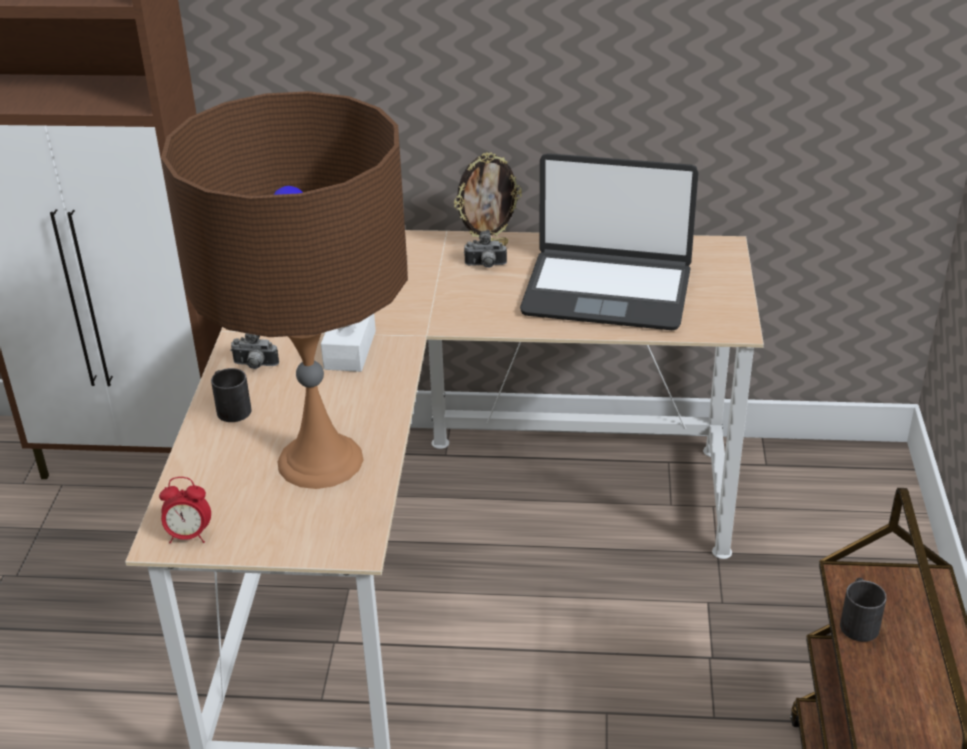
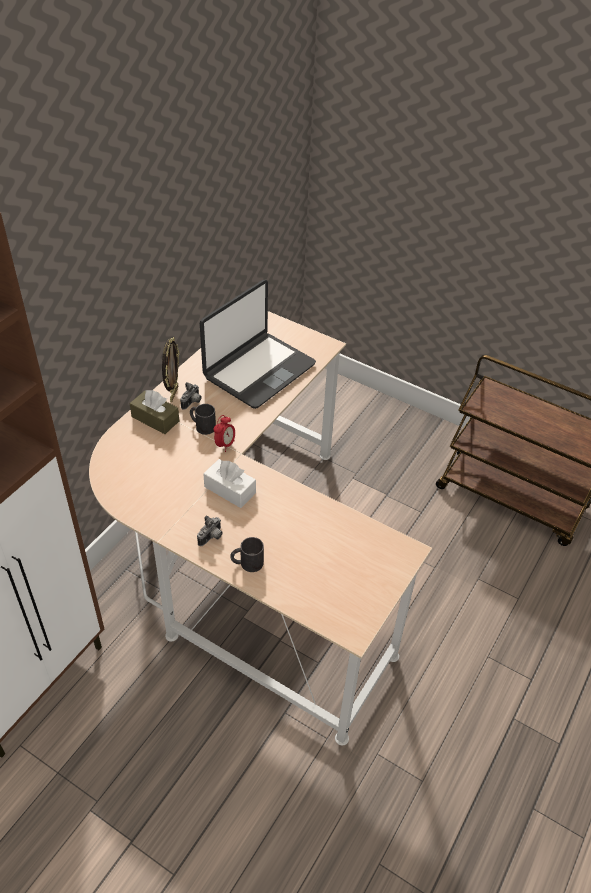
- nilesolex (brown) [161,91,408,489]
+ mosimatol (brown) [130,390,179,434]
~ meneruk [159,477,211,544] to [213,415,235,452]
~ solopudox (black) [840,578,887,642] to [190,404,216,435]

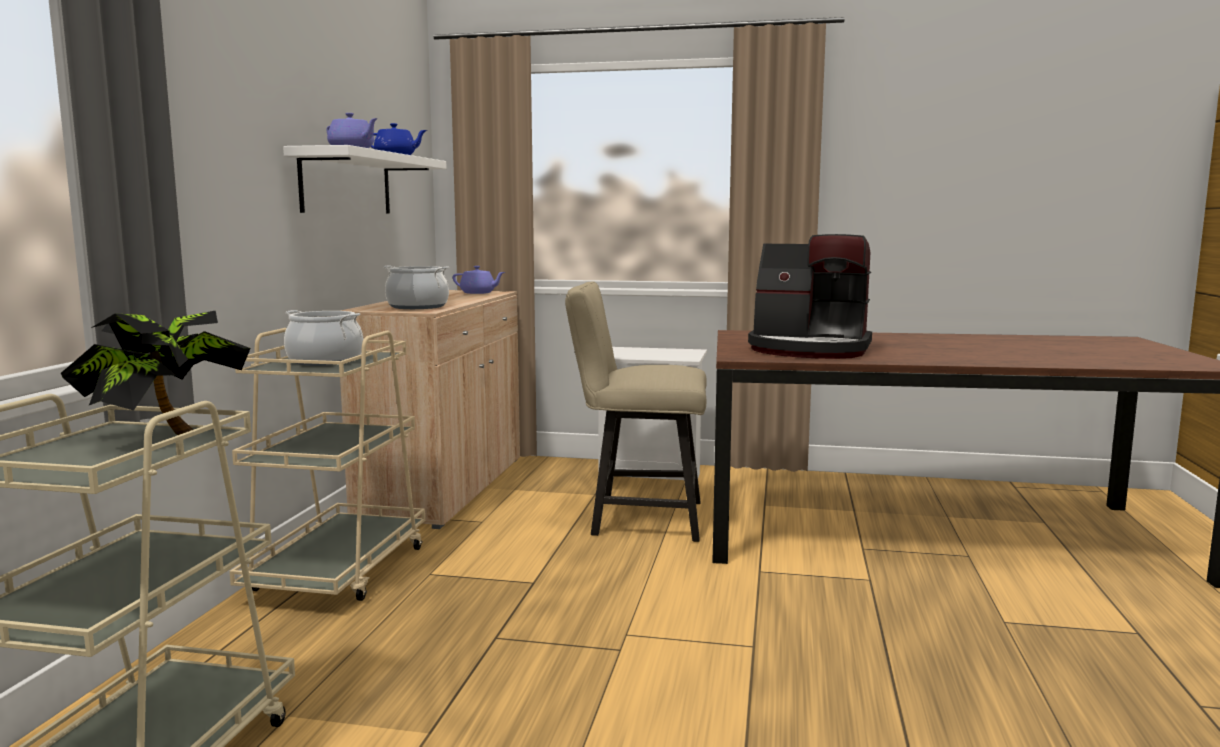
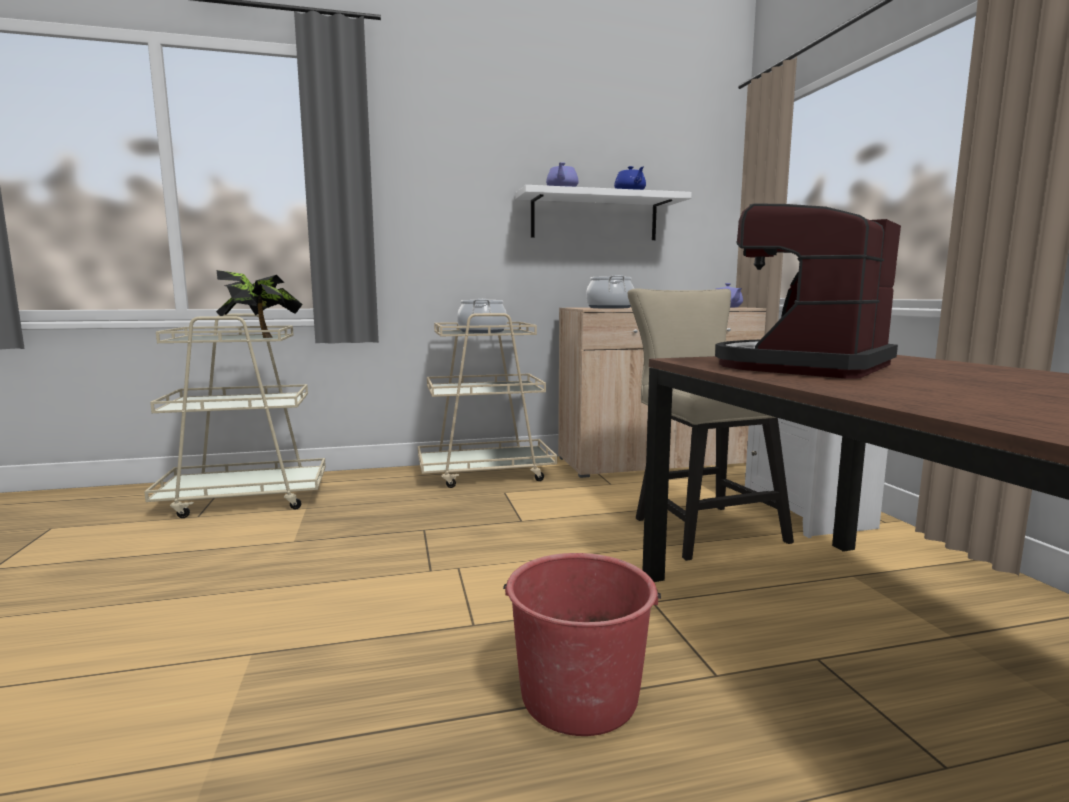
+ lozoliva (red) [503,553,661,736]
~ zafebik [748,234,872,359] = [715,204,901,379] 45 degrees clockwise

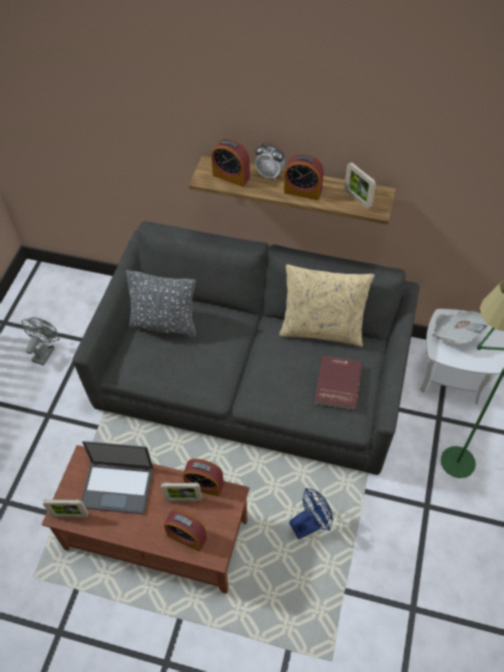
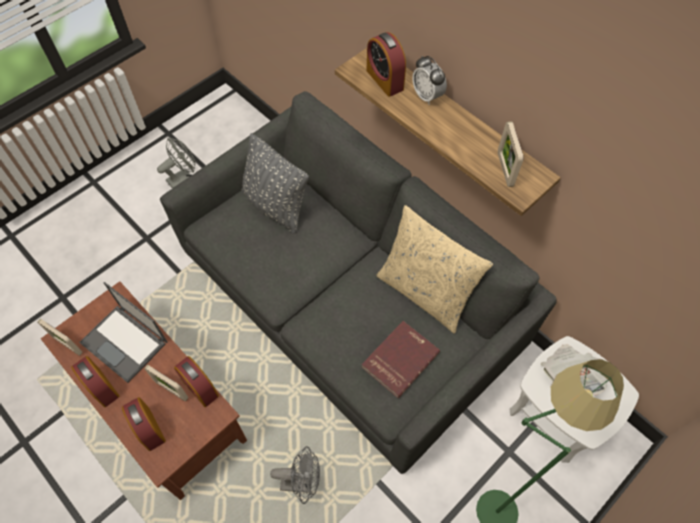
~ meneruk [284,153,324,200] to [72,356,119,407]
~ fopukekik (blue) [289,488,333,539] to fopukekik (grey) [270,446,320,504]

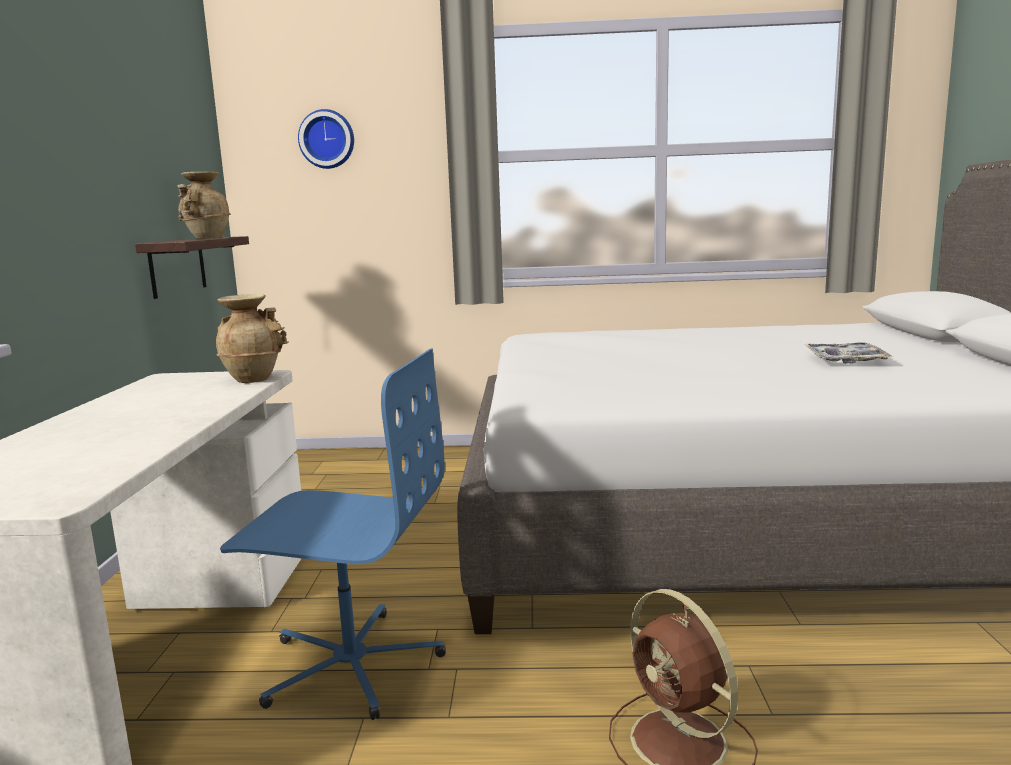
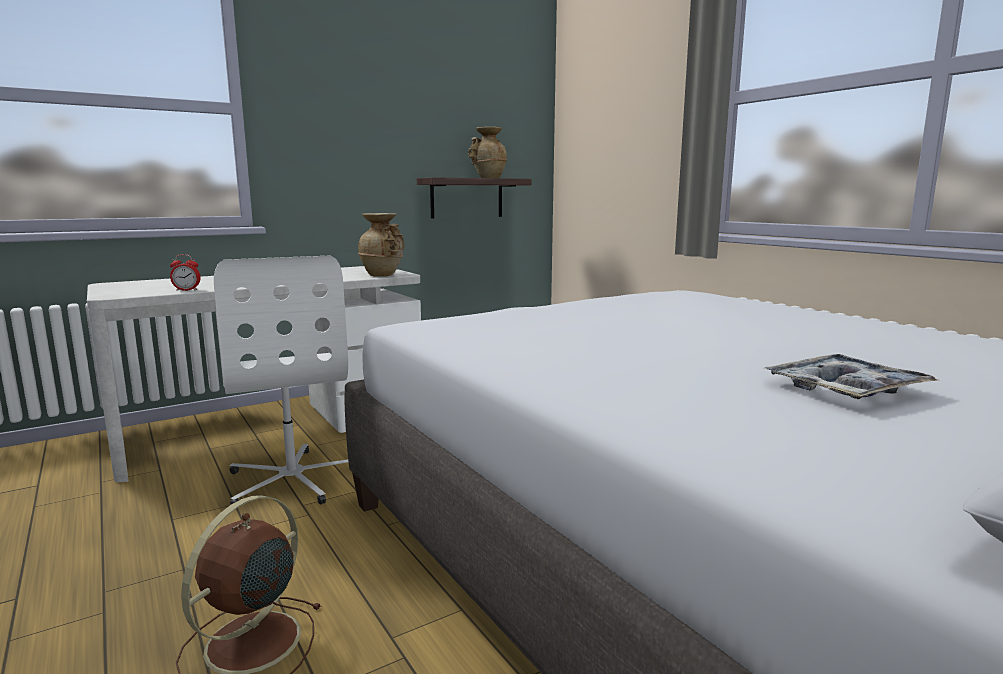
- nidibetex [298,109,354,169]
+ meneruk [170,254,201,291]
~ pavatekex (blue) [220,349,446,720] to pavatekex (white) [214,255,348,505]

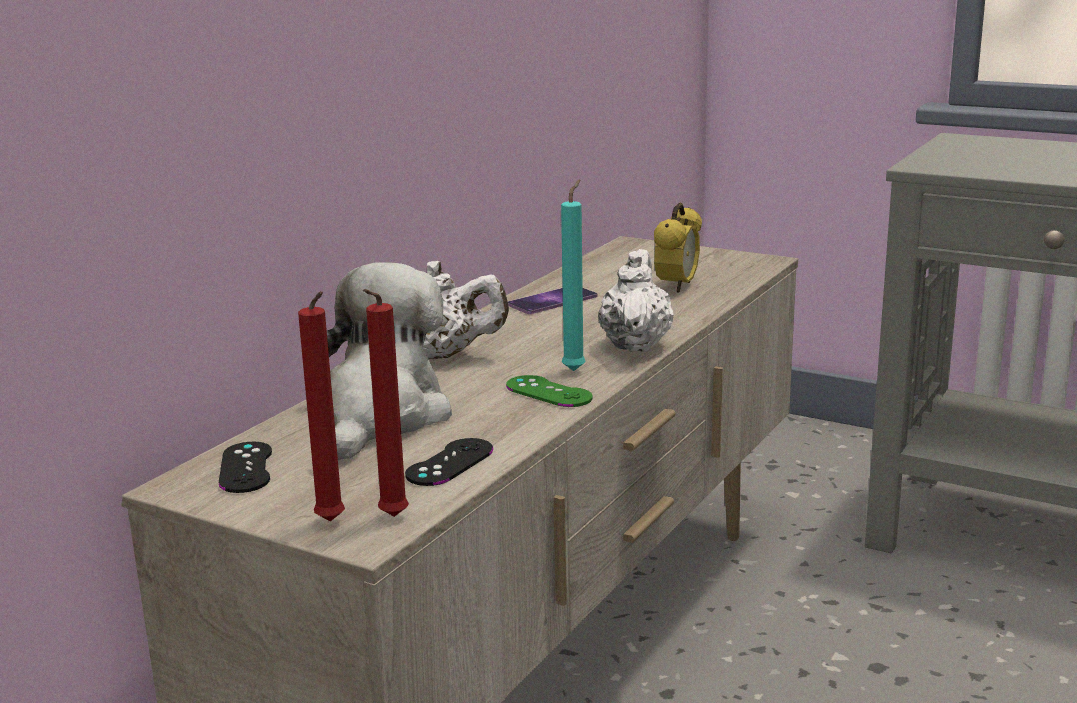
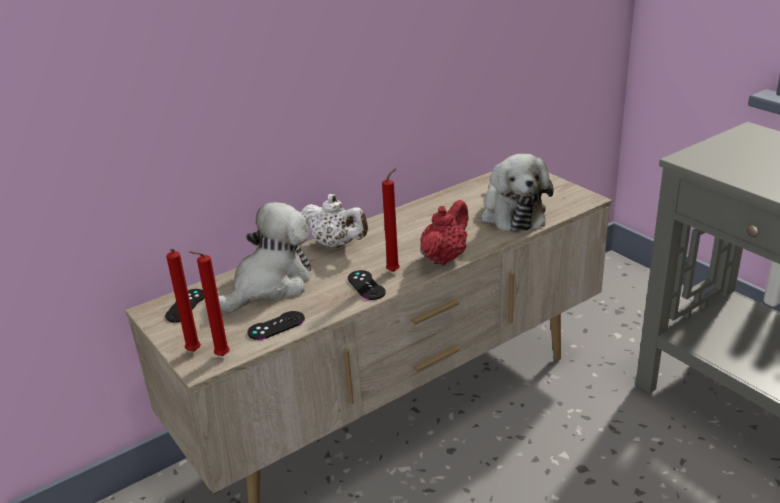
- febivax [508,288,598,314]
~ meneruk [654,203,702,293] to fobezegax [481,154,553,232]
~ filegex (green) [506,375,593,407] to filegex (black) [348,270,386,300]
~ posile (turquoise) [561,179,586,371] to posile (red) [382,168,400,272]
~ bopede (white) [598,249,674,352] to bopede (red) [420,200,468,265]

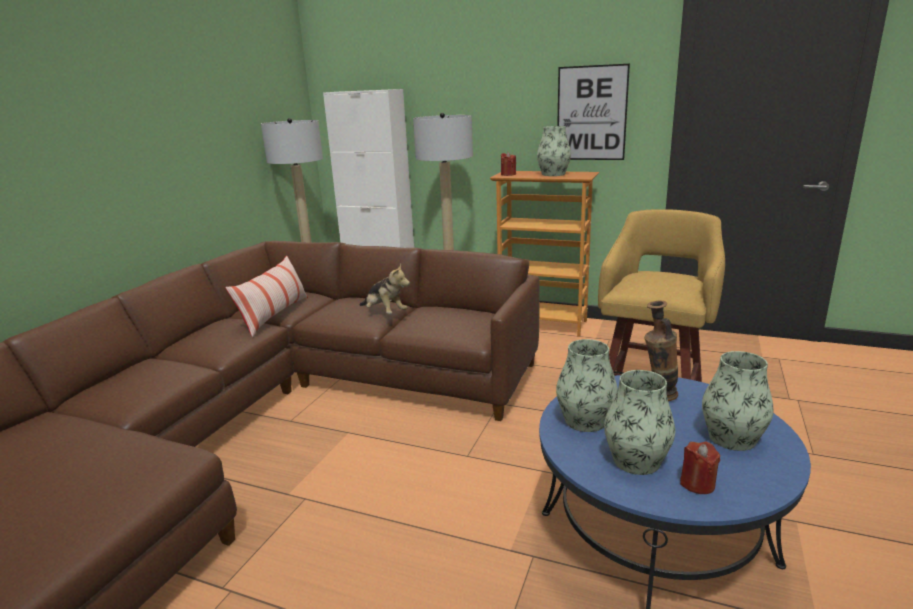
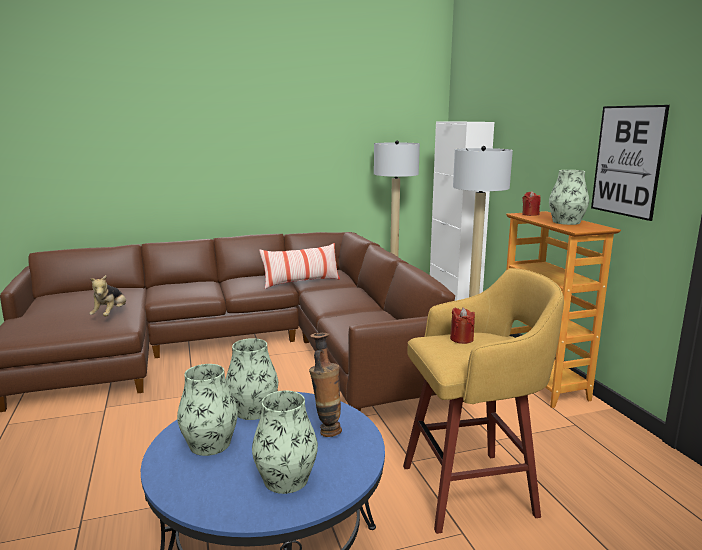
~ fobezegax [359,264,410,314] to [89,275,126,316]
~ posile (red) [680,442,720,494] to [450,307,475,344]

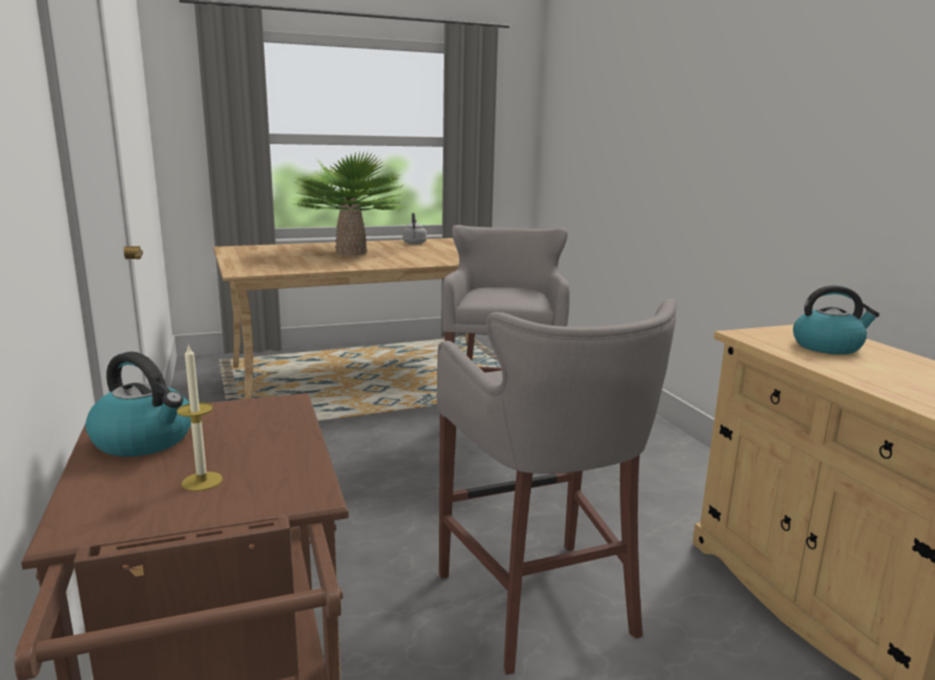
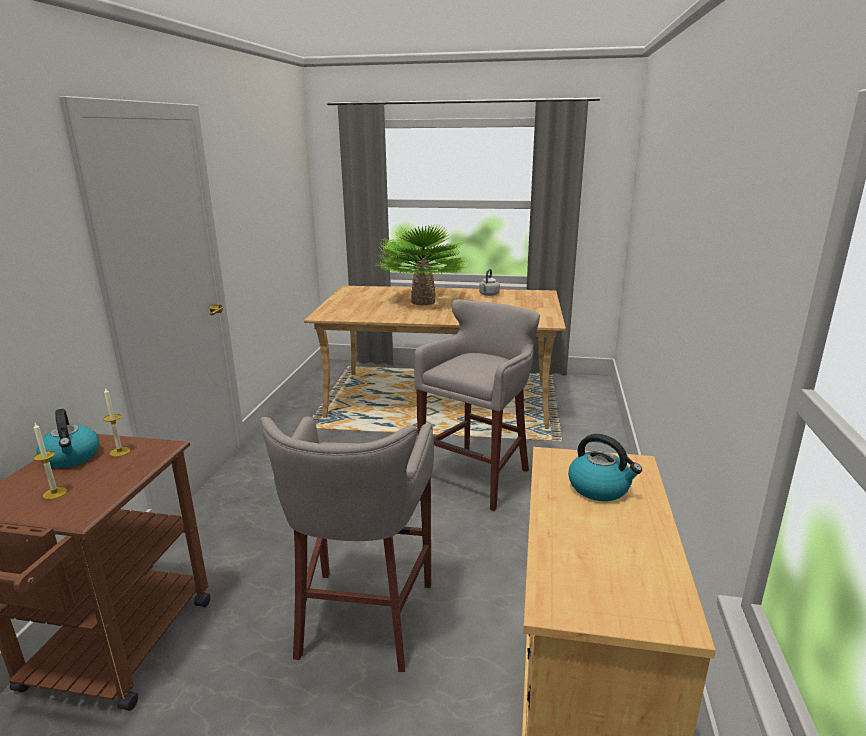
+ posile [103,388,130,457]

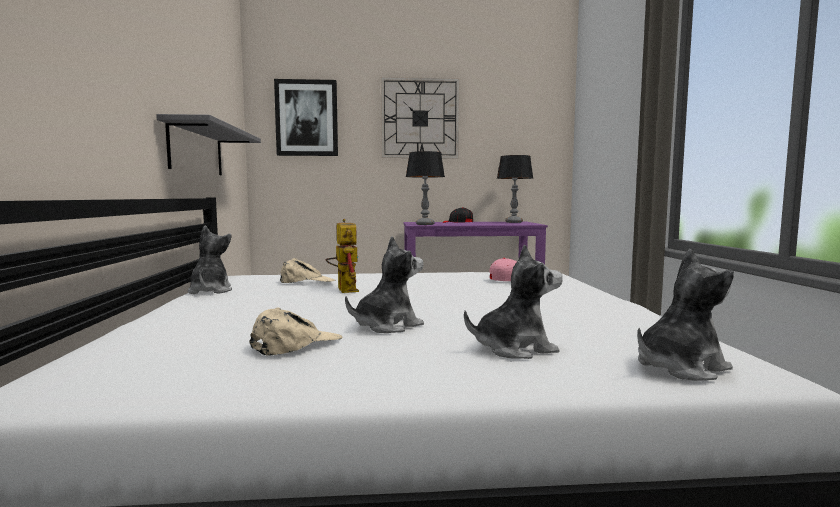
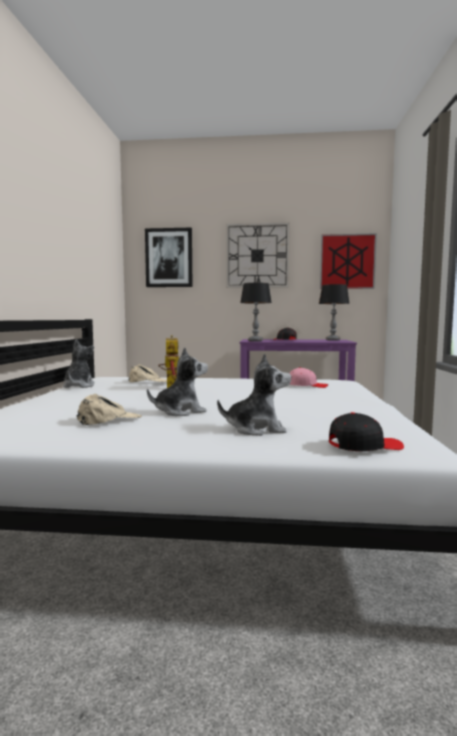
- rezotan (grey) [156,114,261,175]
+ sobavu [320,233,377,289]
~ fobezegax [637,249,734,381] to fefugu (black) [329,412,404,451]

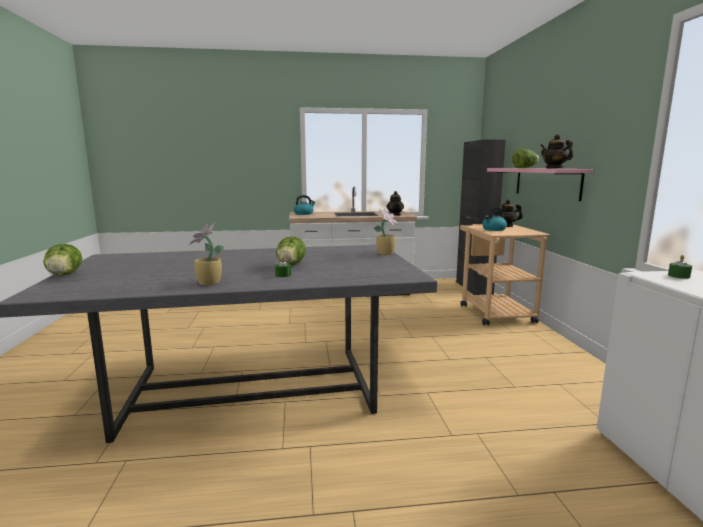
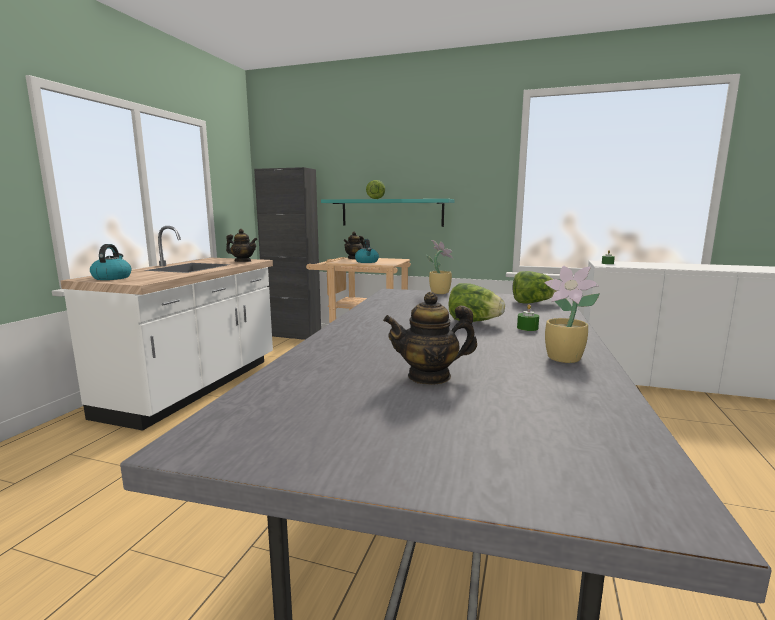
~ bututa [43,244,82,275] to [513,271,556,304]
~ bopede [540,134,573,169] to [383,292,477,385]
~ rezotan (pink) [487,168,593,201] to rezotan (turquoise) [321,199,455,227]

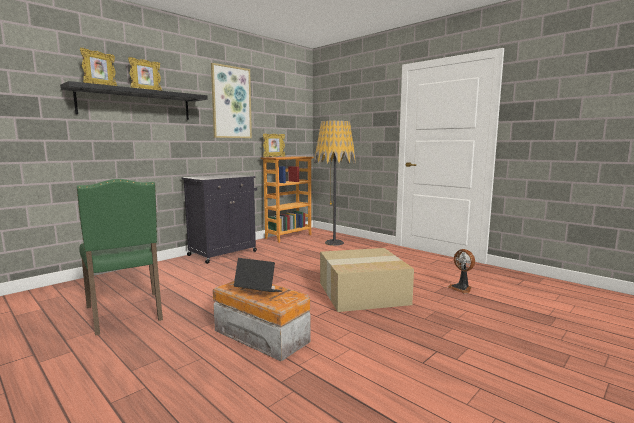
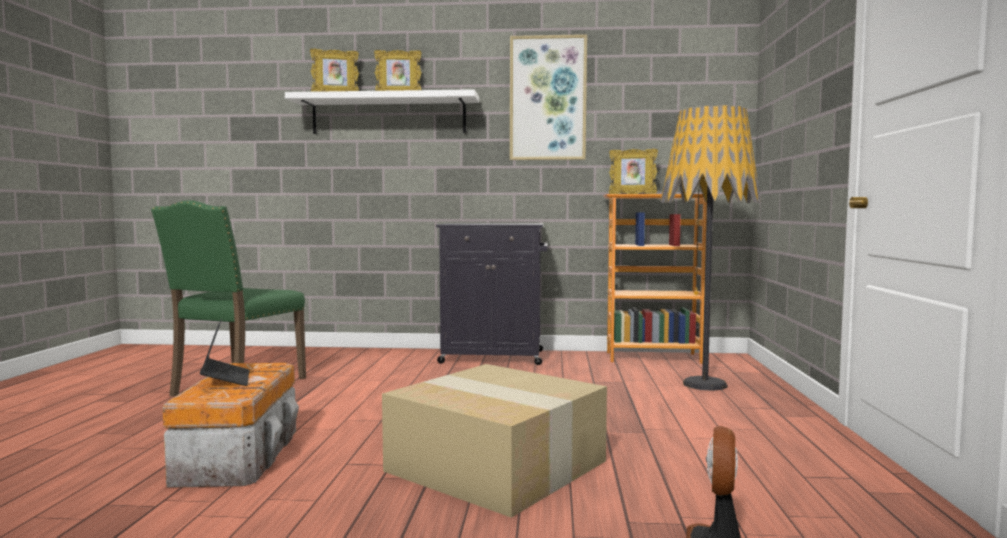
~ rezotan (black) [60,81,208,120] to rezotan (white) [285,89,479,134]

